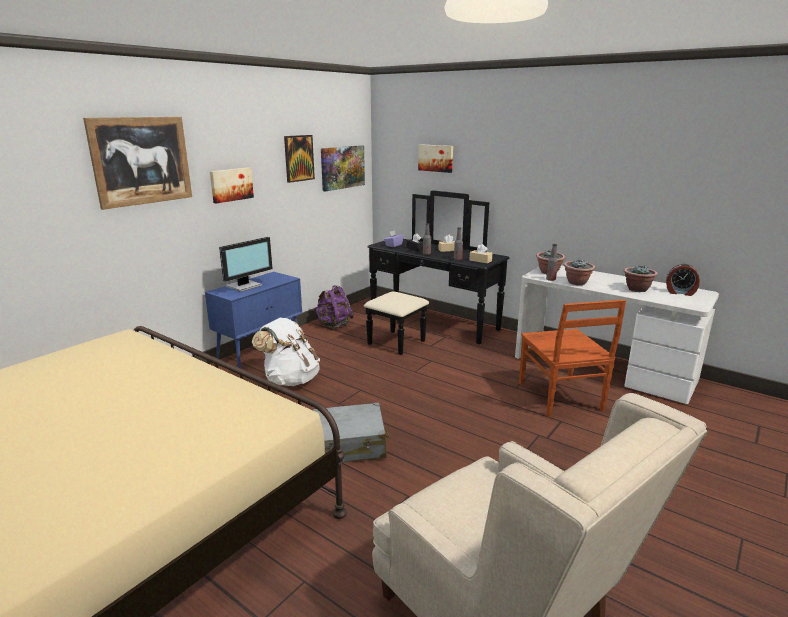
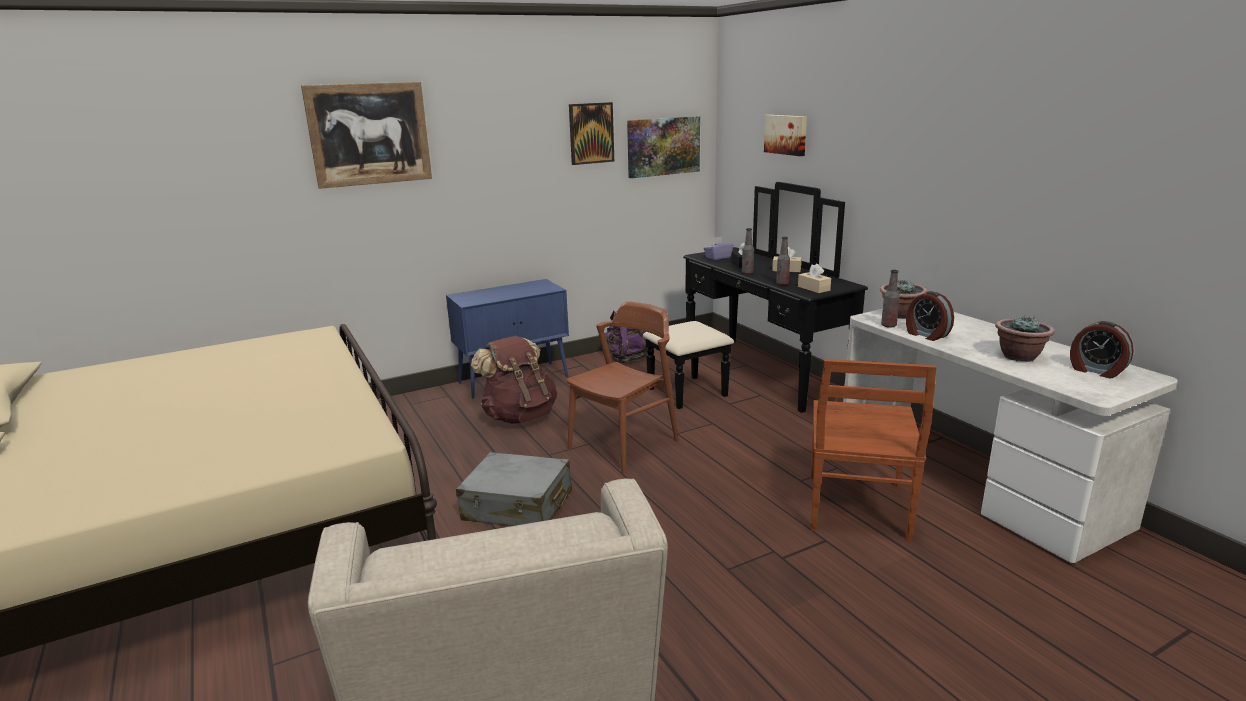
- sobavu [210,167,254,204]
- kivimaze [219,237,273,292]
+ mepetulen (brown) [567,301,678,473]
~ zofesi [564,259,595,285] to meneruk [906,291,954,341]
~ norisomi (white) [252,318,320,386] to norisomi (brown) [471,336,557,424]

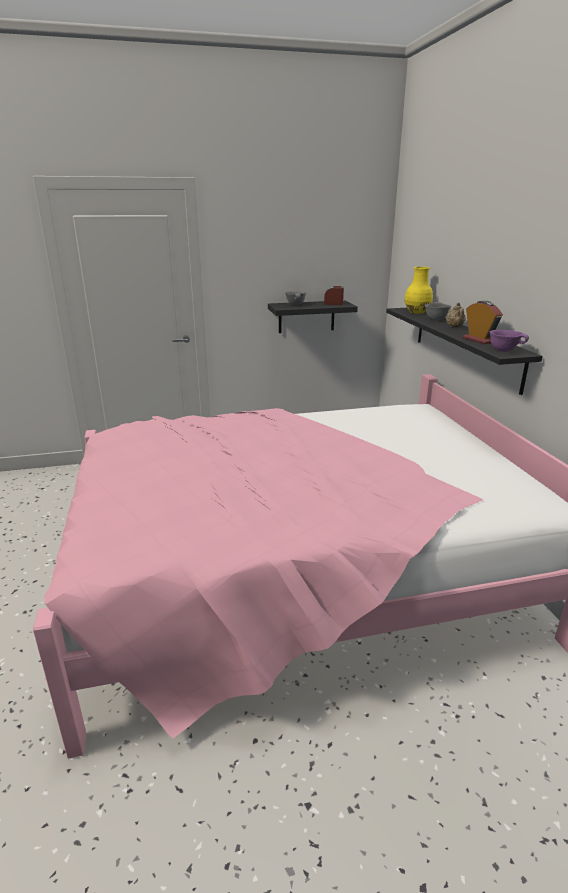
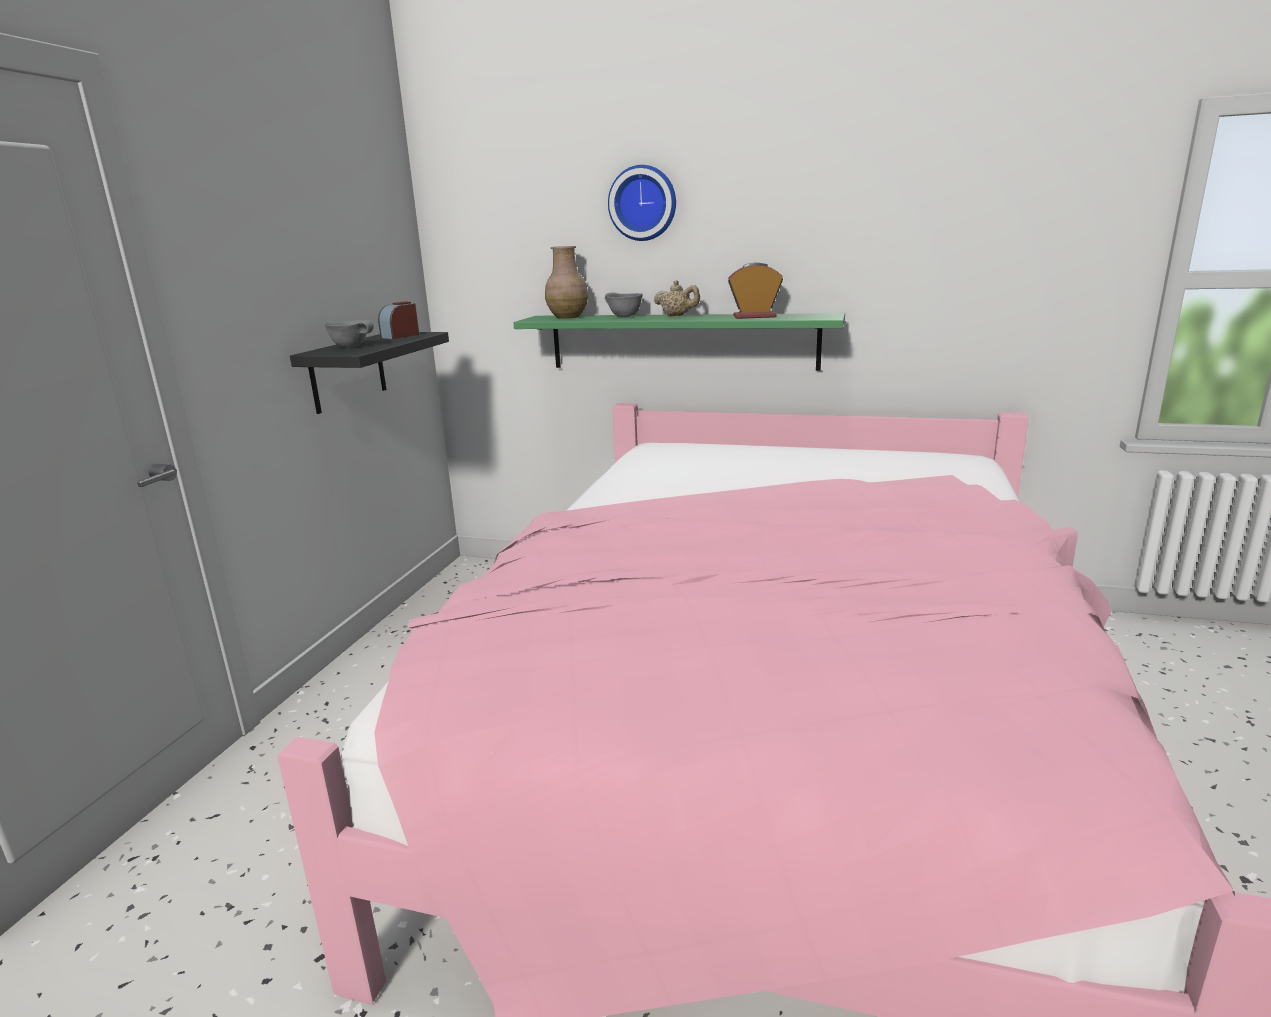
- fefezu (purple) [490,330,529,352]
+ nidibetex [608,165,676,241]
~ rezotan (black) [386,308,543,395] to rezotan (green) [513,313,845,371]
~ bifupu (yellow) [404,267,433,314] to bifupu (brown) [545,246,588,319]

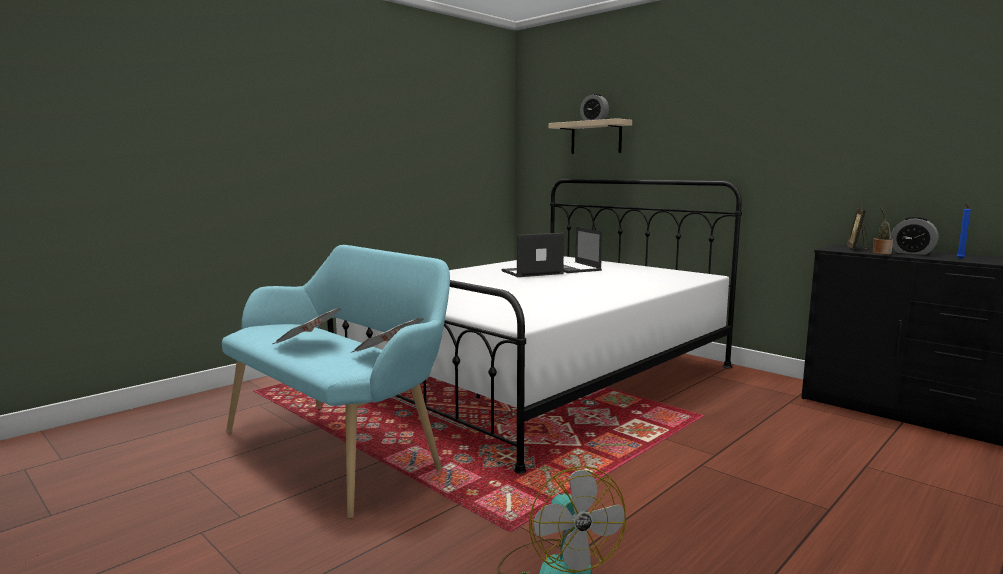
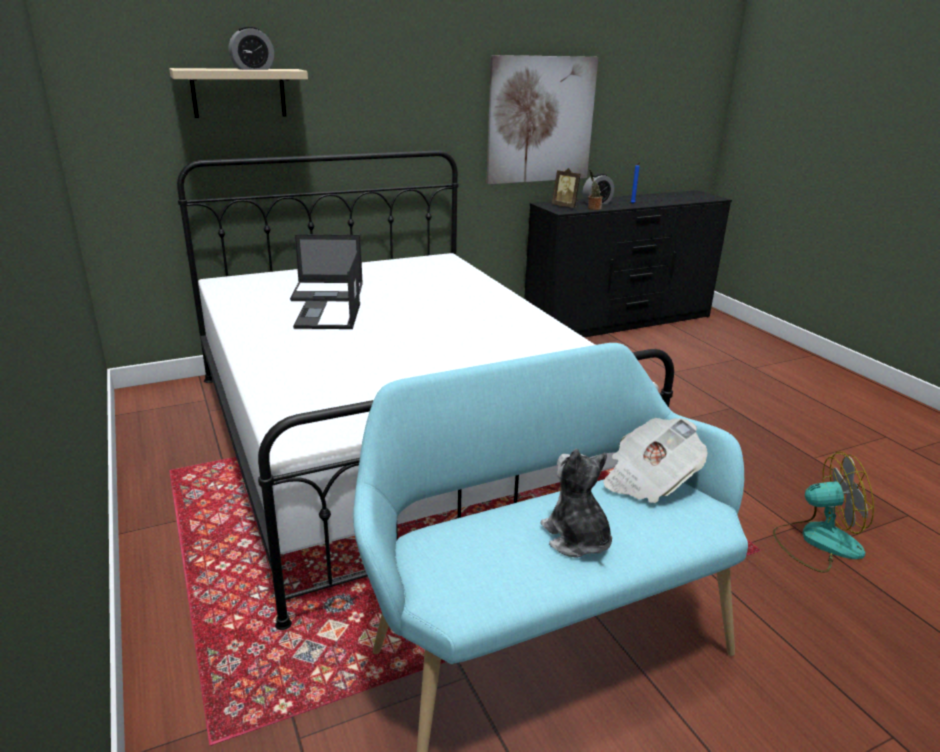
+ sobavu [486,55,598,184]
~ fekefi [272,308,342,344] to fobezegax [540,449,612,558]

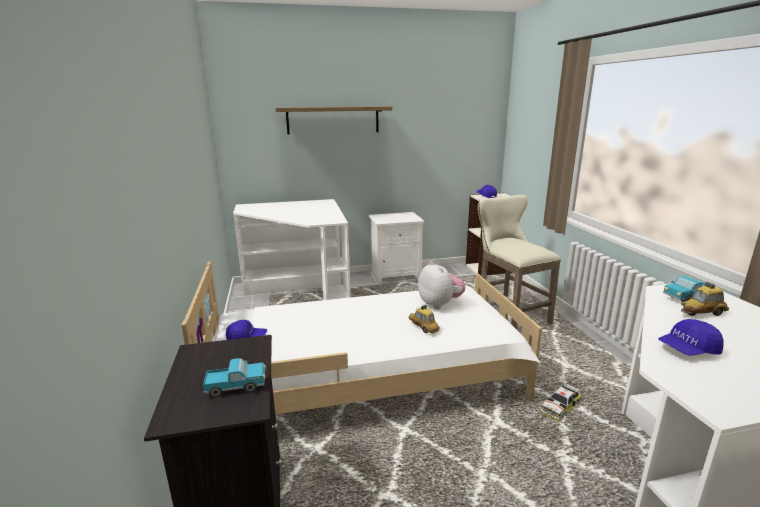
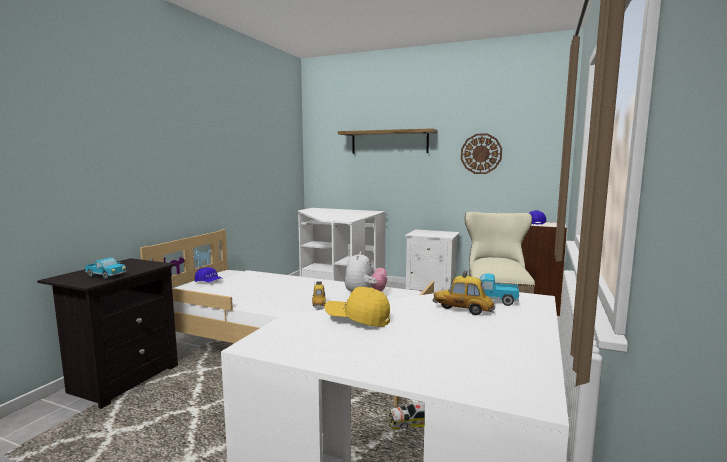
+ nidibetex [461,133,502,174]
~ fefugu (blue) [658,319,723,356] to fefugu (yellow) [324,287,390,327]

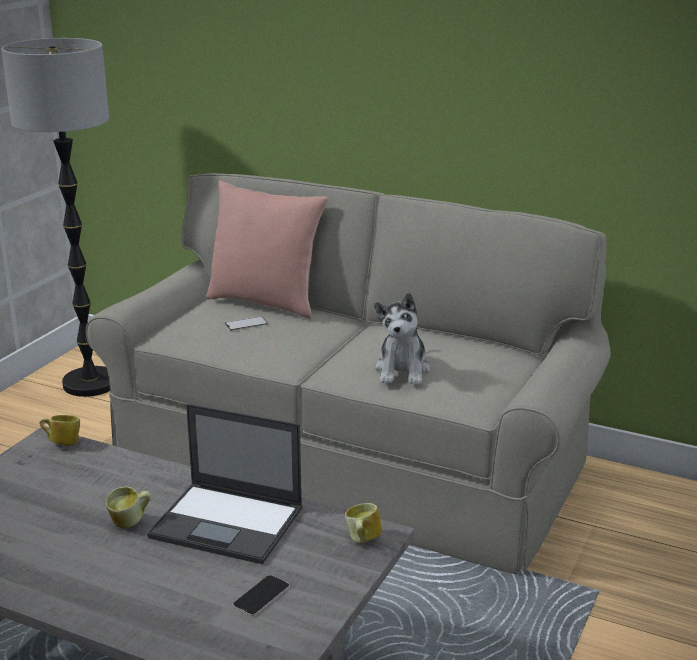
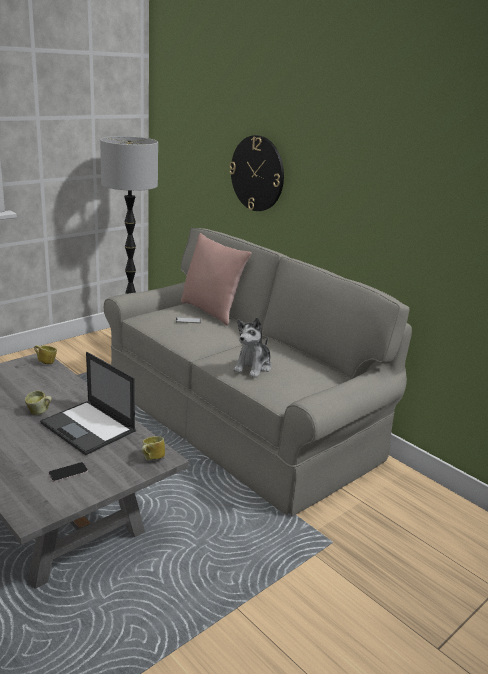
+ nidibetex [229,135,284,211]

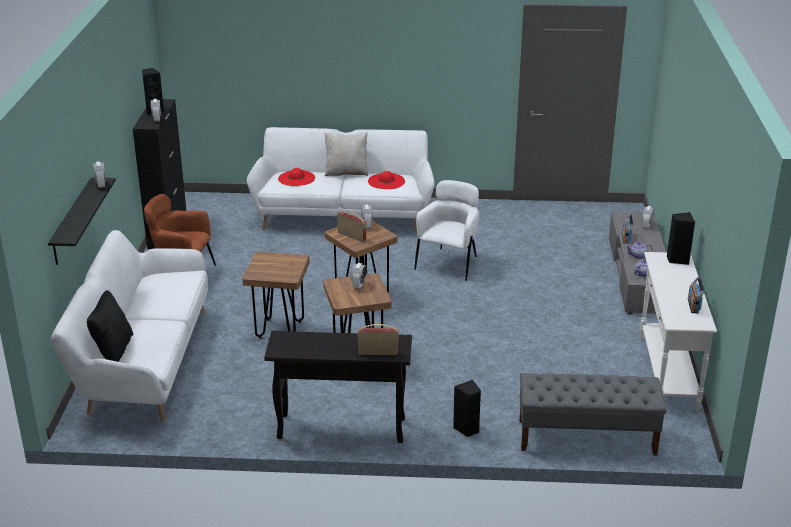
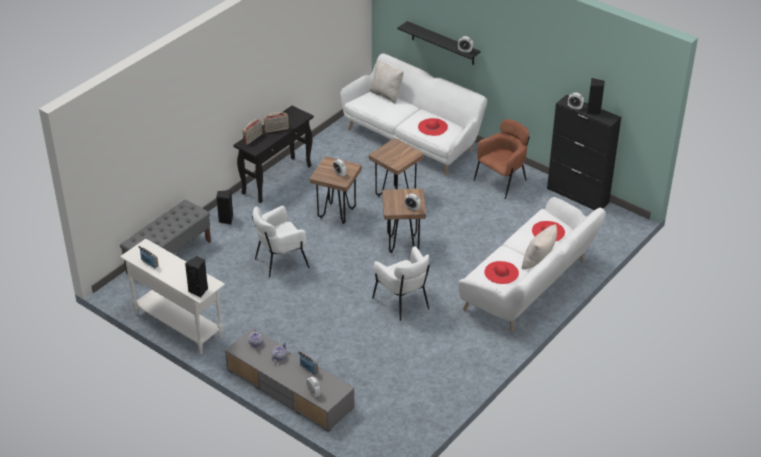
+ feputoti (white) [252,206,310,278]
+ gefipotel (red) [418,118,448,136]
~ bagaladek [337,211,367,242] to [264,112,289,133]
~ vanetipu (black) [87,290,134,362] to vanetipu (beige) [369,59,404,104]

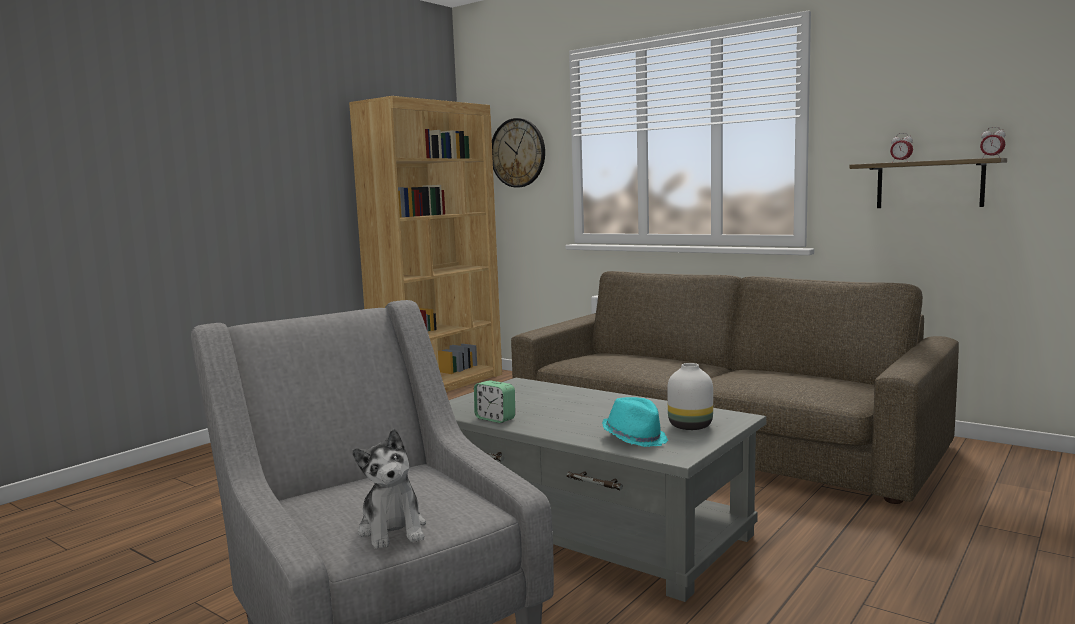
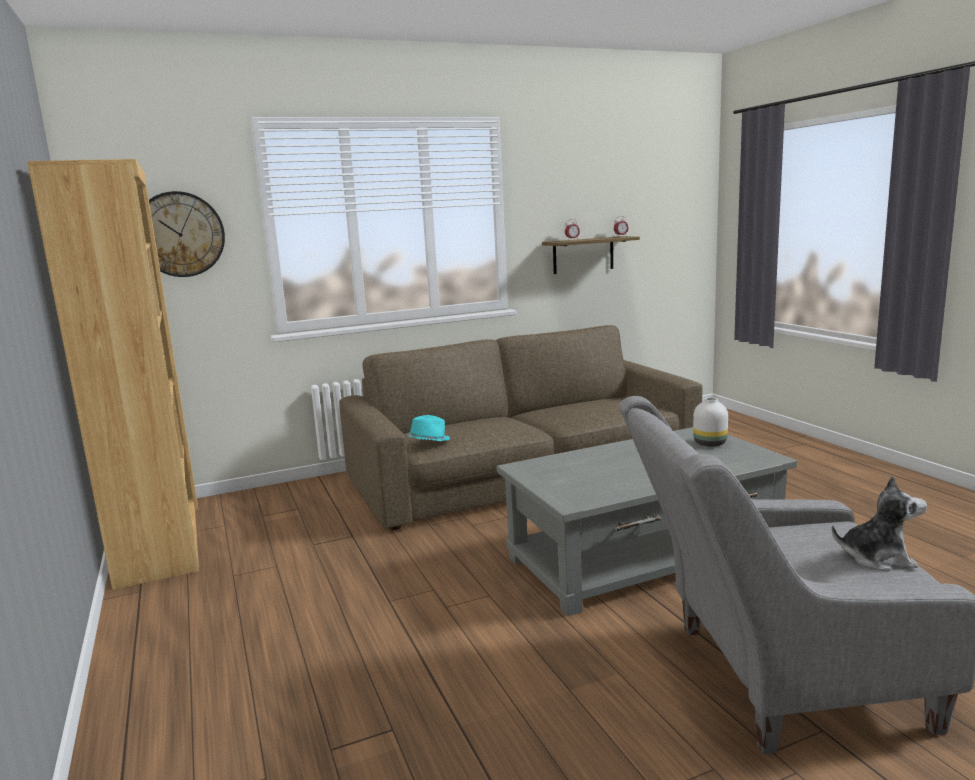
- meneruk [474,380,515,423]
~ gefipotel (turquoise) [602,397,668,447] to [406,415,450,441]

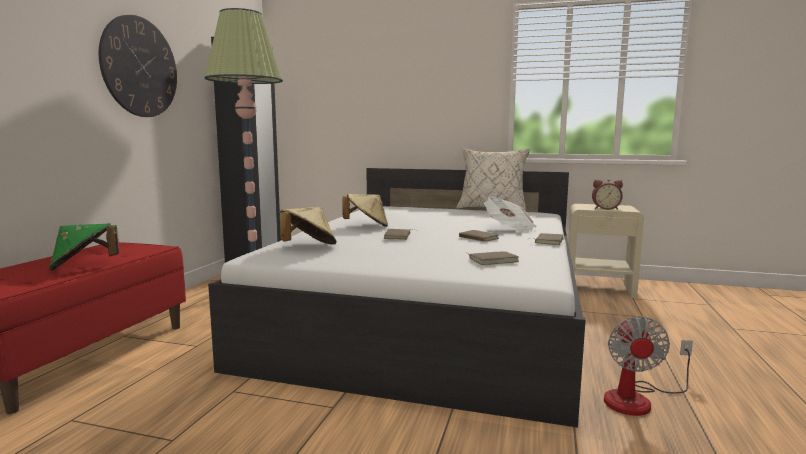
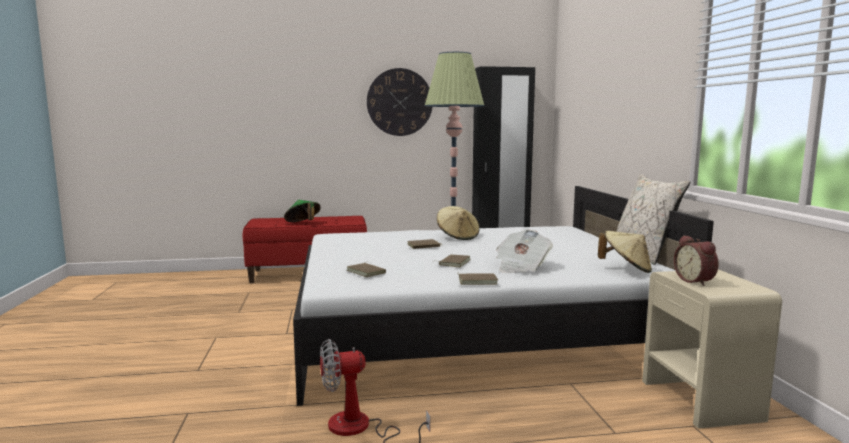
~ gefipotel (beige) [280,207,337,244] to [598,231,652,273]

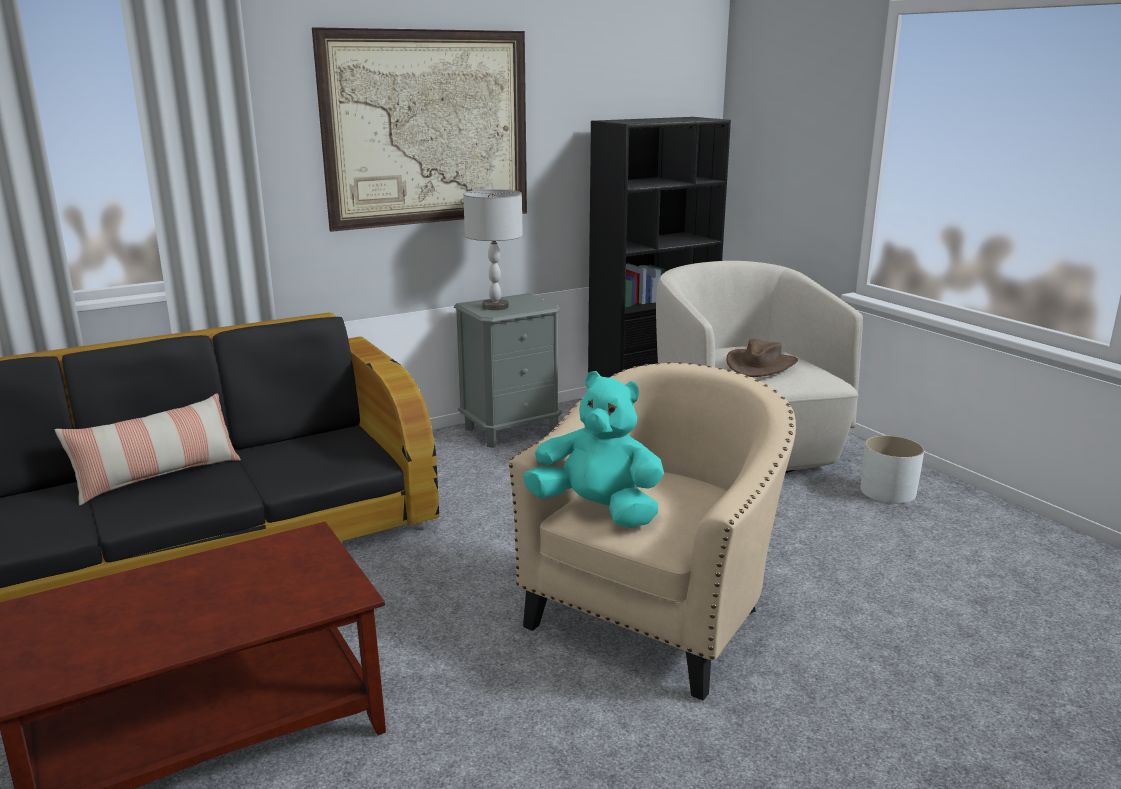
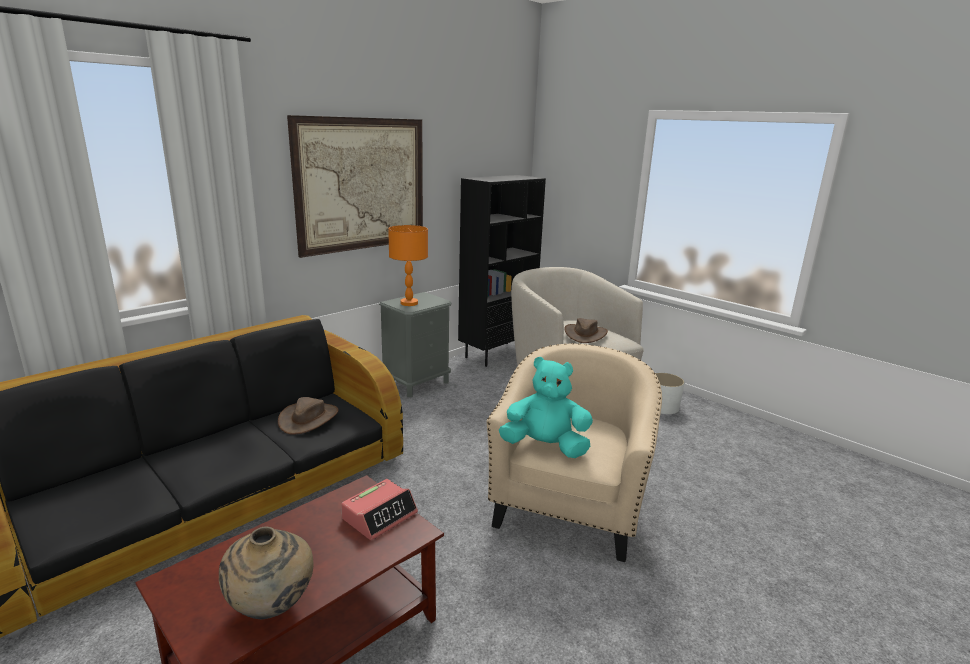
- vanetipu [55,393,241,505]
+ bifupu (beige) [219,526,313,619]
+ gefipotel (brown) [278,397,338,435]
+ meneruk [341,479,418,540]
~ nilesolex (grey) [463,189,523,310] to nilesolex (orange) [388,225,428,306]

